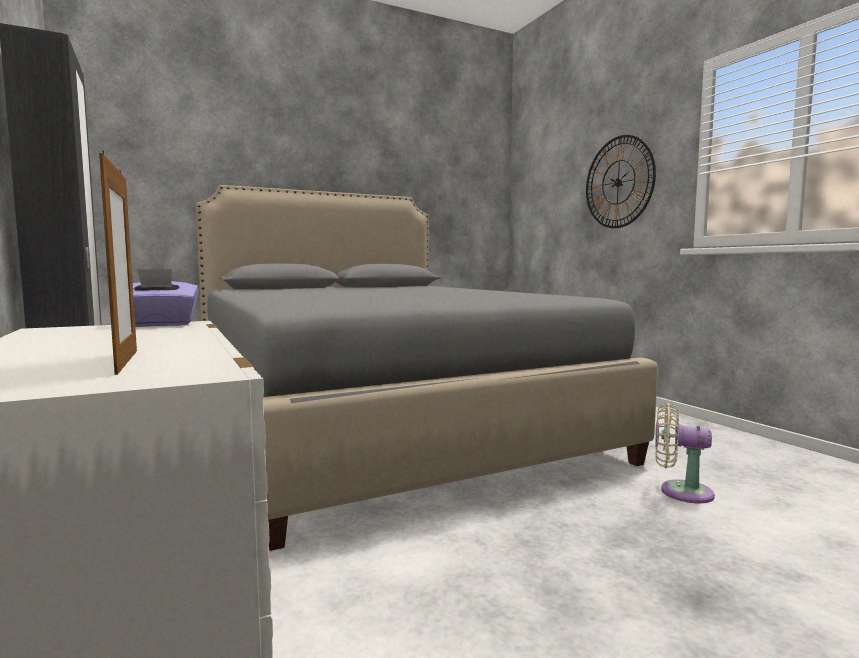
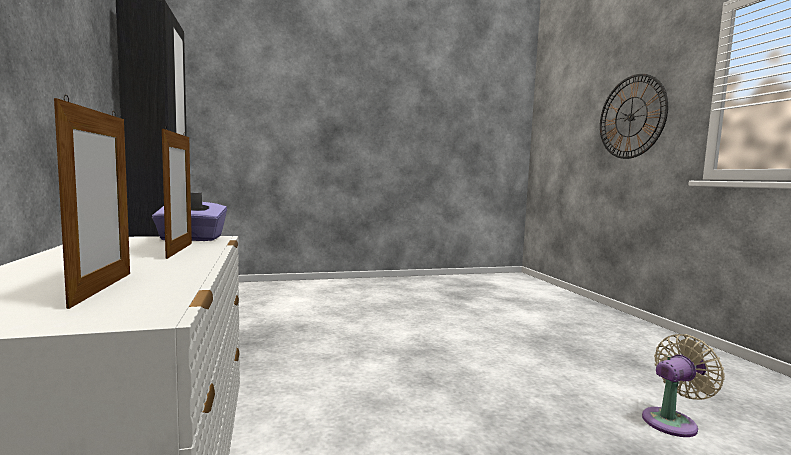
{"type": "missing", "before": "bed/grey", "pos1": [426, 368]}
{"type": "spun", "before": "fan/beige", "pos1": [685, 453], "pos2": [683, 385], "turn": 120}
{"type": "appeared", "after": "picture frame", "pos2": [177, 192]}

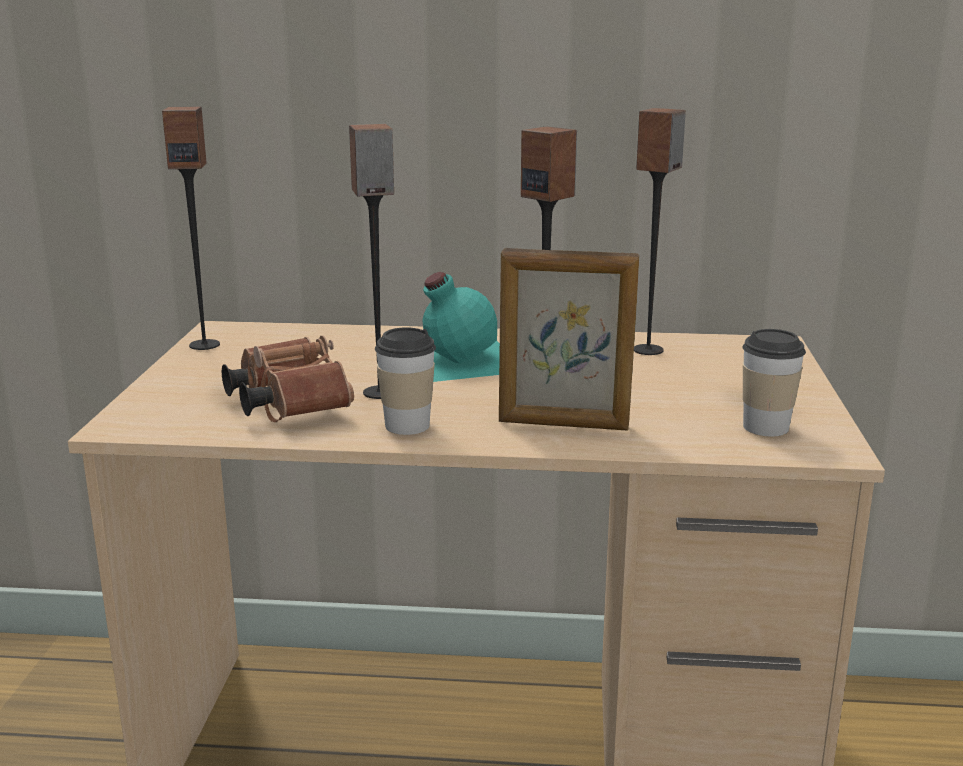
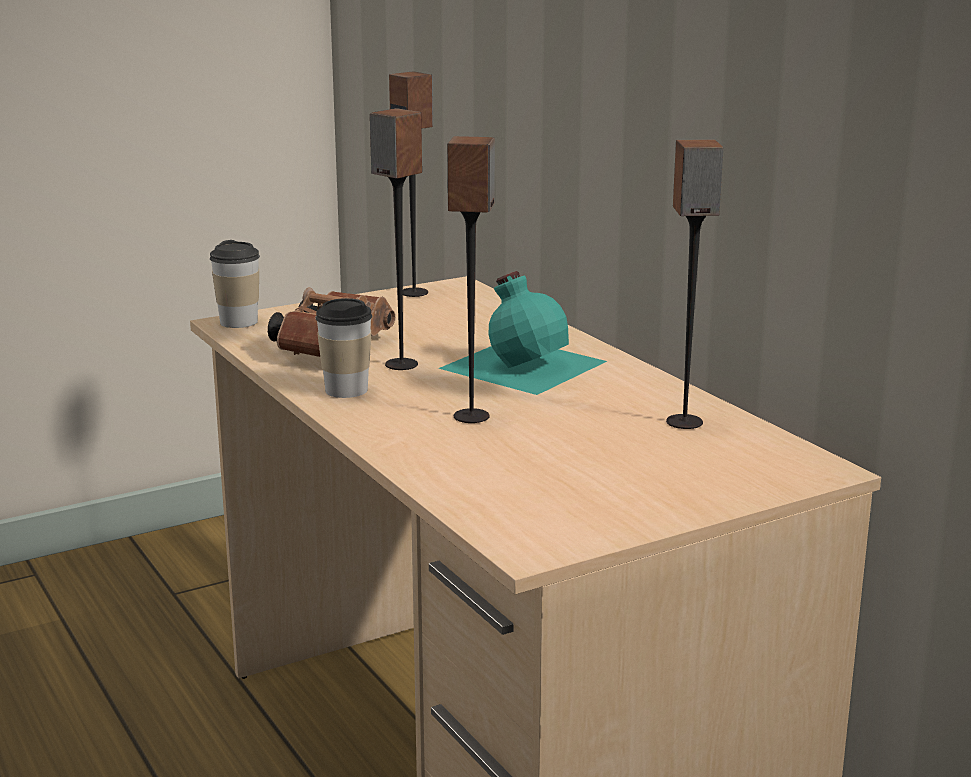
{"type": "missing", "before": "picture frame", "pos1": [569, 339]}
{"type": "relocated", "before": "cup", "pos1": [774, 382], "pos2": [235, 284]}

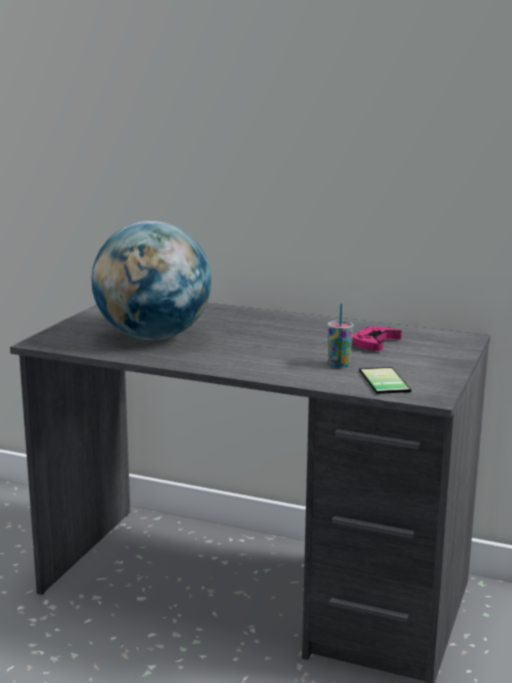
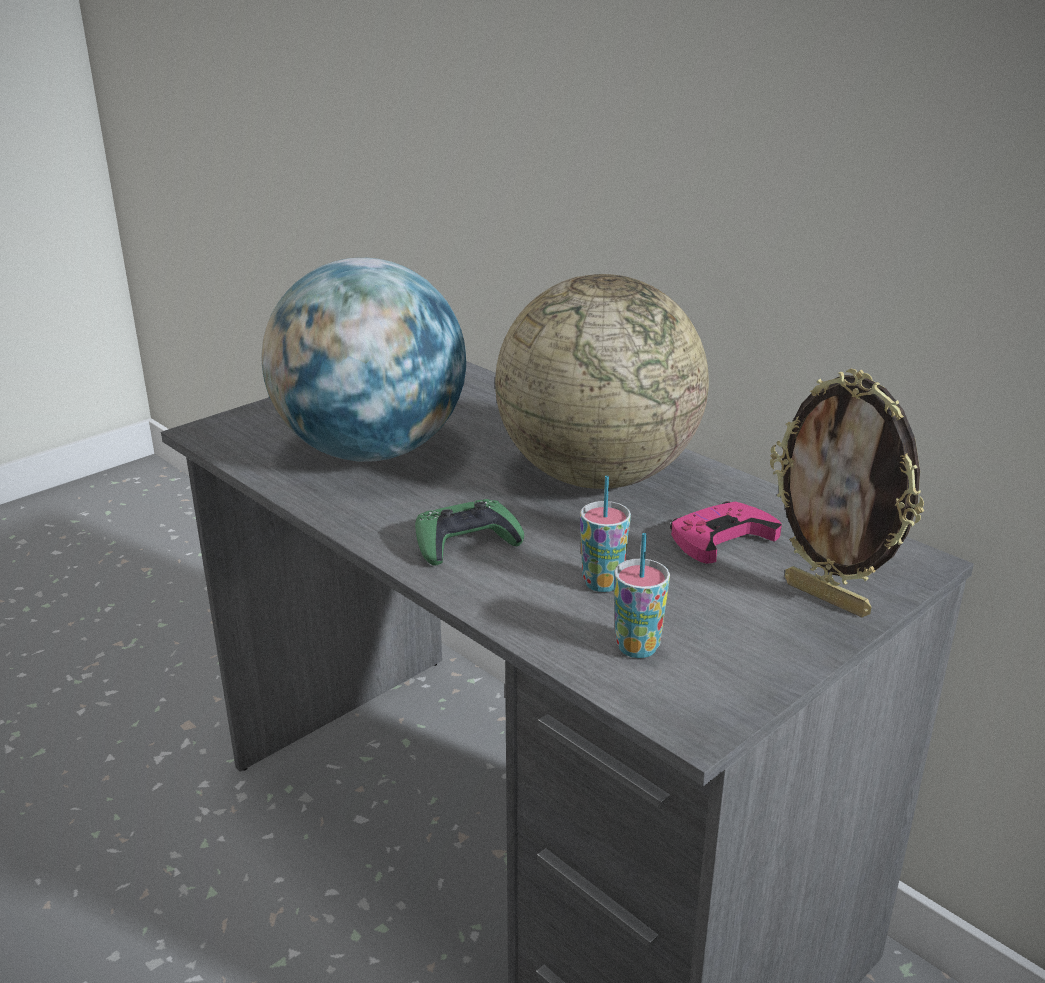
{"type": "exchanged", "before": "phone", "after": "cup", "pos1": [385, 380], "pos2": [642, 595]}
{"type": "appeared", "after": "game controller/green", "pos2": [469, 532]}
{"type": "appeared", "after": "globe", "pos2": [602, 381]}
{"type": "appeared", "after": "picture frame", "pos2": [847, 493]}

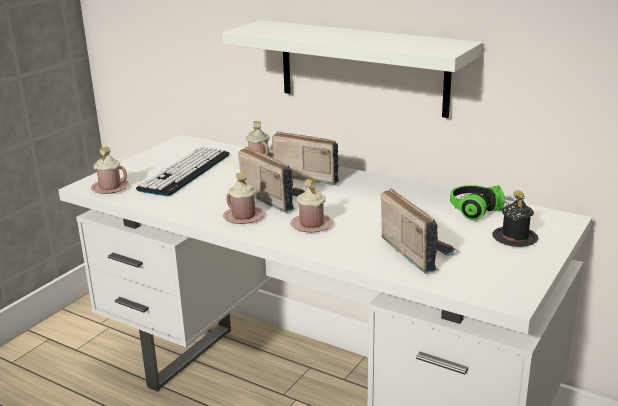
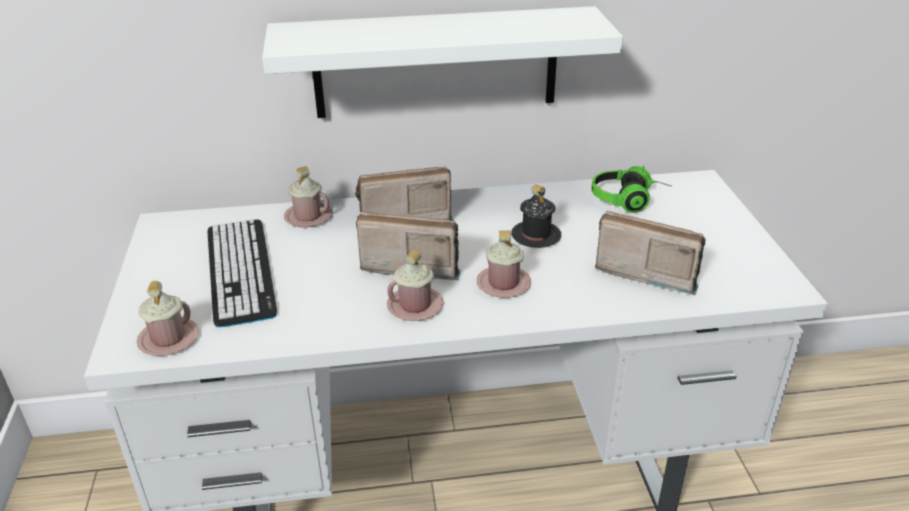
{"type": "relocated", "before": "mug/black", "pos1": [515, 218], "pos2": [536, 216]}

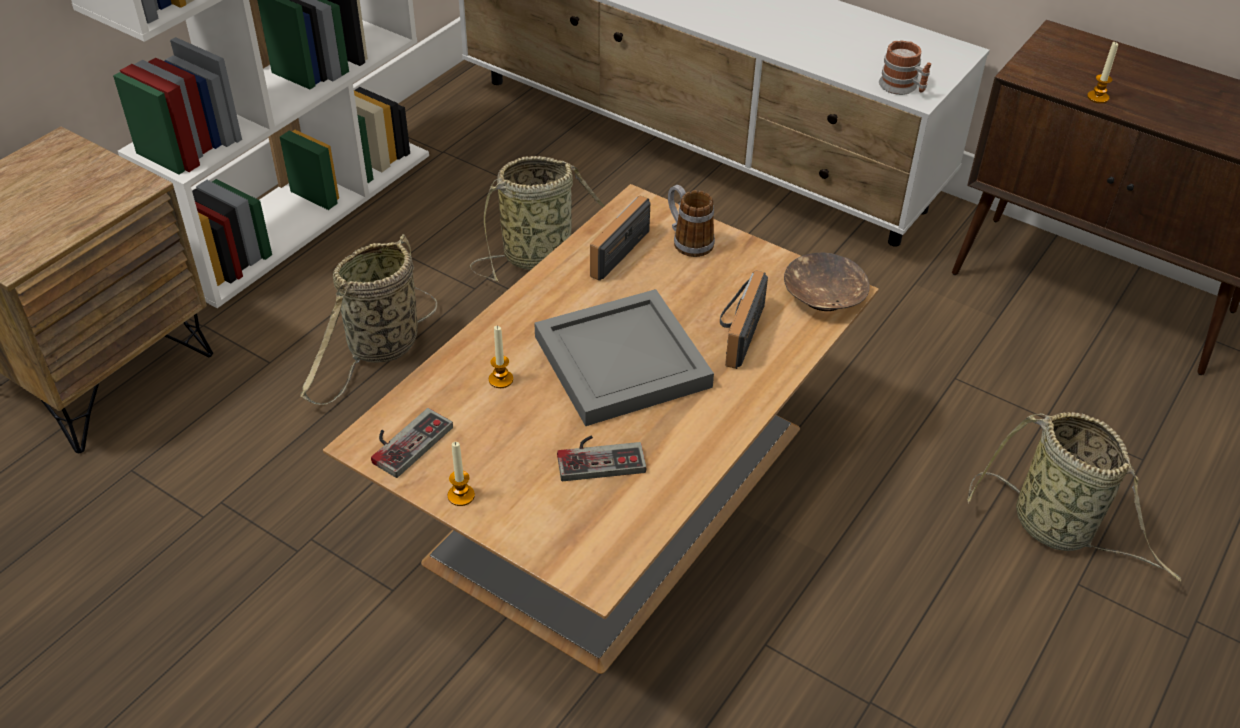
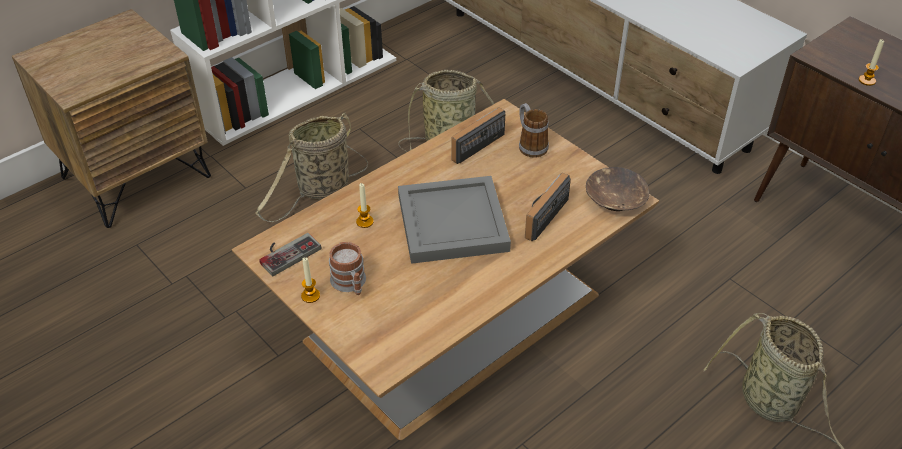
{"type": "missing", "before": "game controller", "pos1": [602, 458]}
{"type": "relocated", "before": "mug", "pos1": [905, 68], "pos2": [347, 268]}

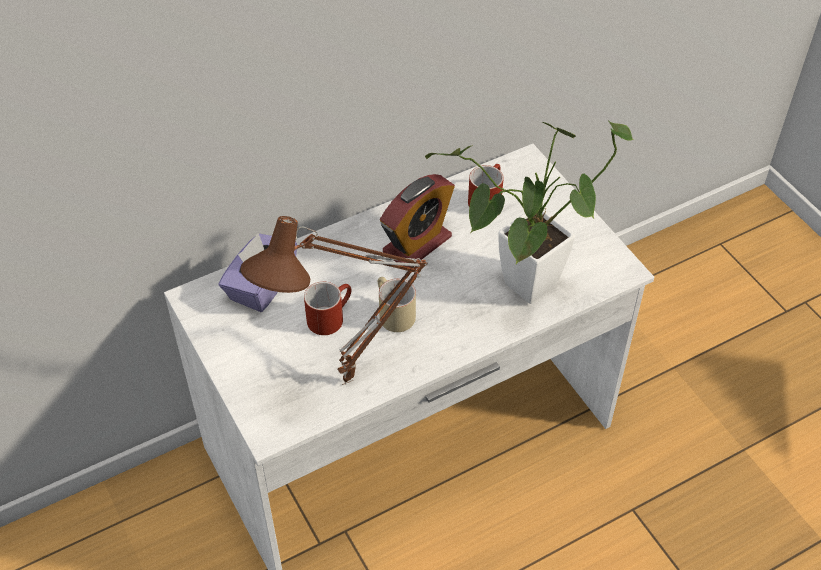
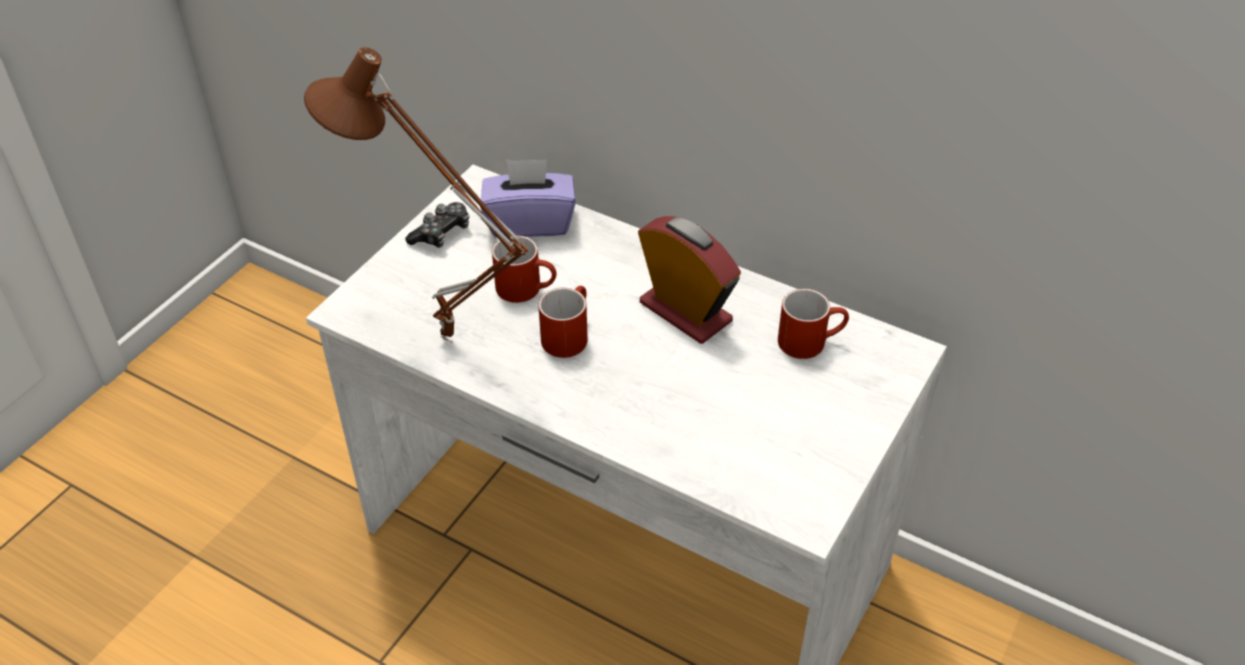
{"type": "colour", "before": "mug/beige", "after": "mug/red", "pos1": [397, 304], "pos2": [563, 322]}
{"type": "spun", "before": "alarm clock", "pos1": [417, 221], "pos2": [689, 280], "turn": -150}
{"type": "missing", "before": "potted plant", "pos1": [529, 212]}
{"type": "appeared", "after": "game controller", "pos2": [437, 225]}

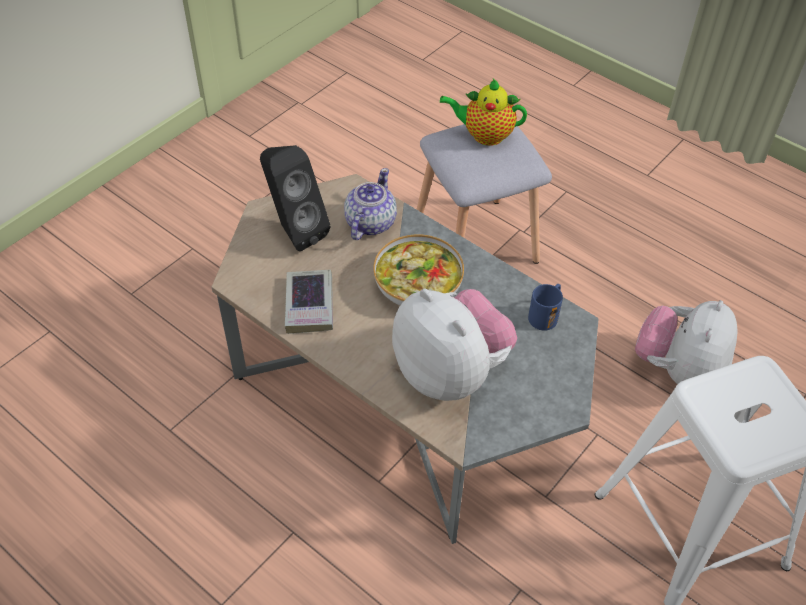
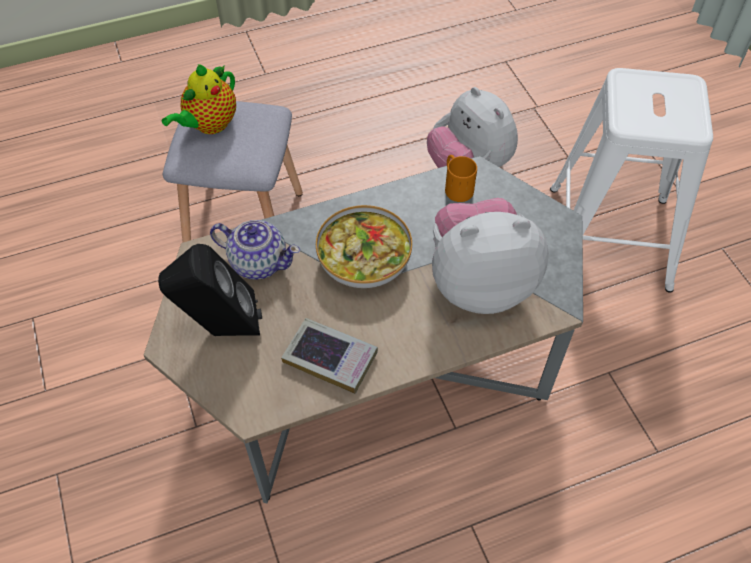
{"type": "spun", "before": "teapot", "pos1": [370, 204], "pos2": [255, 250], "turn": 150}
{"type": "colour", "before": "mug/blue", "after": "mug/orange", "pos1": [545, 307], "pos2": [461, 178]}

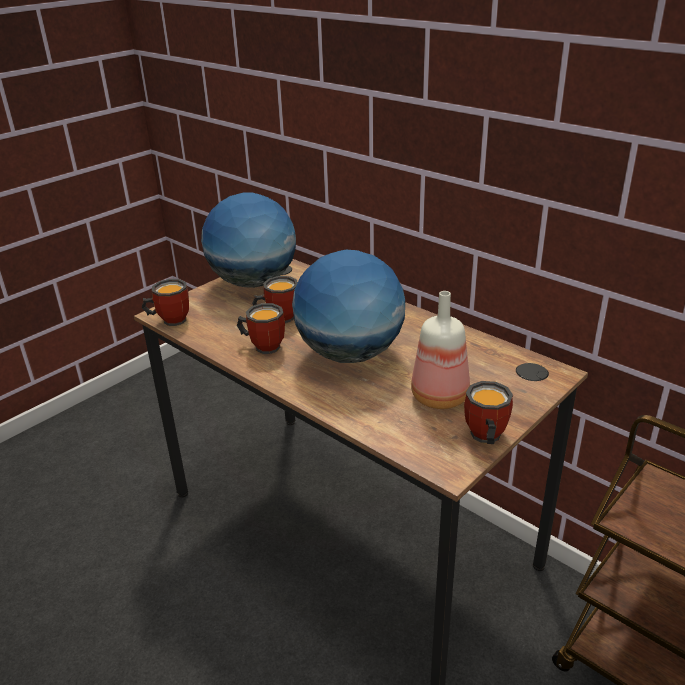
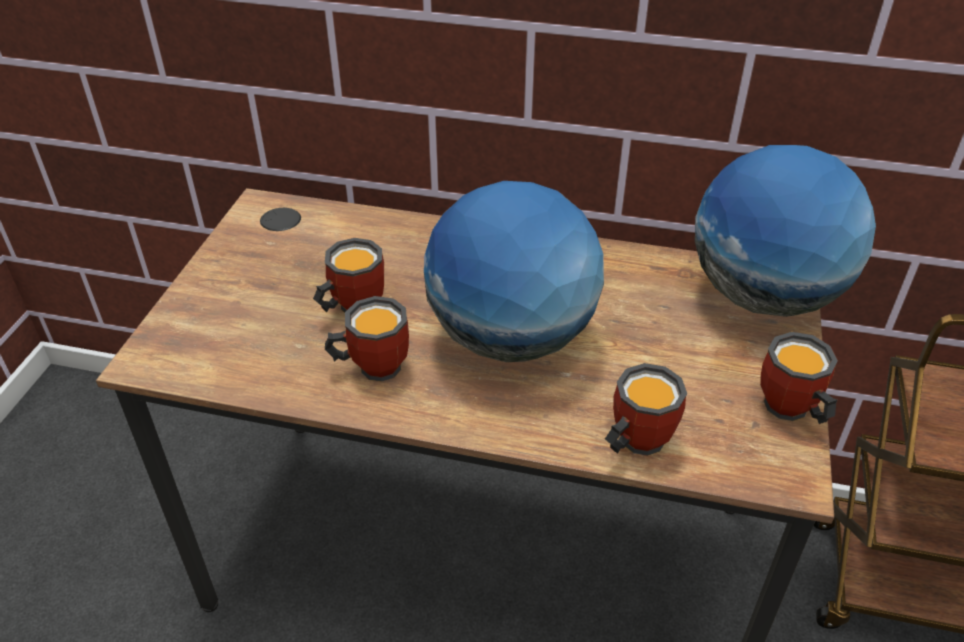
{"type": "relocated", "before": "mug", "pos1": [165, 302], "pos2": [646, 409]}
{"type": "relocated", "before": "globe", "pos1": [248, 240], "pos2": [785, 231]}
{"type": "missing", "before": "bottle", "pos1": [440, 350]}

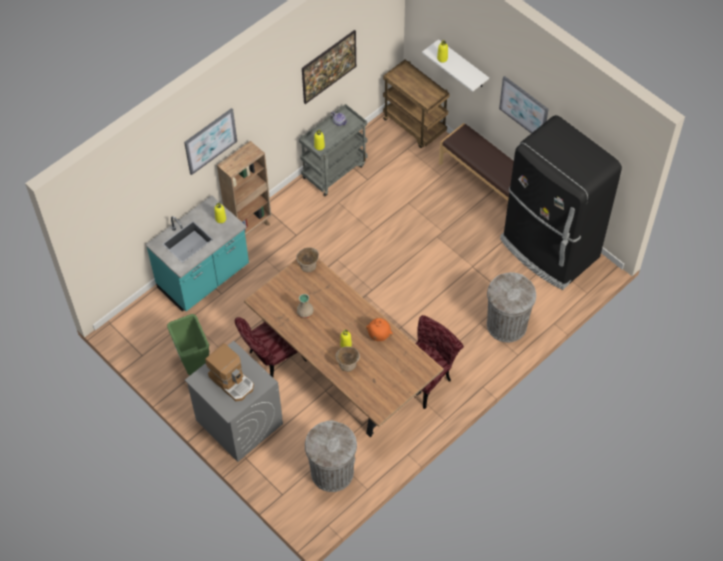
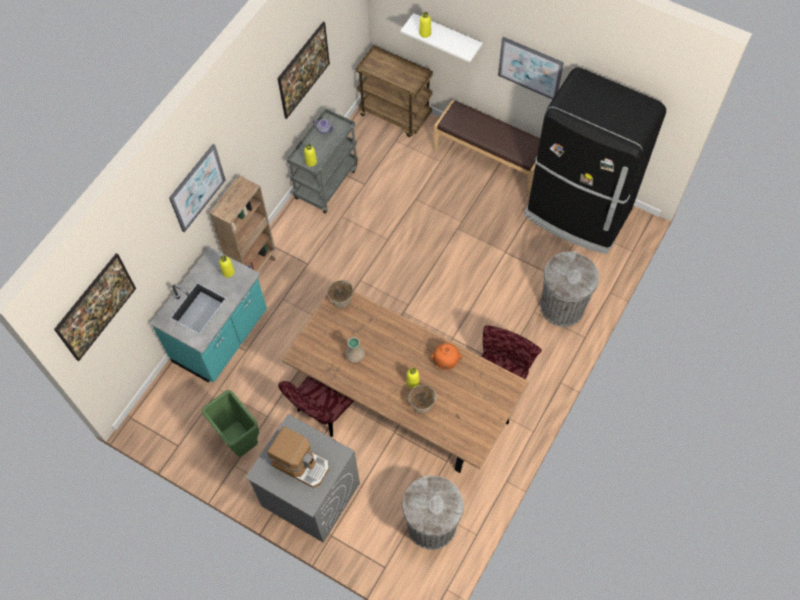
{"type": "appeared", "after": "picture", "pos2": [95, 307]}

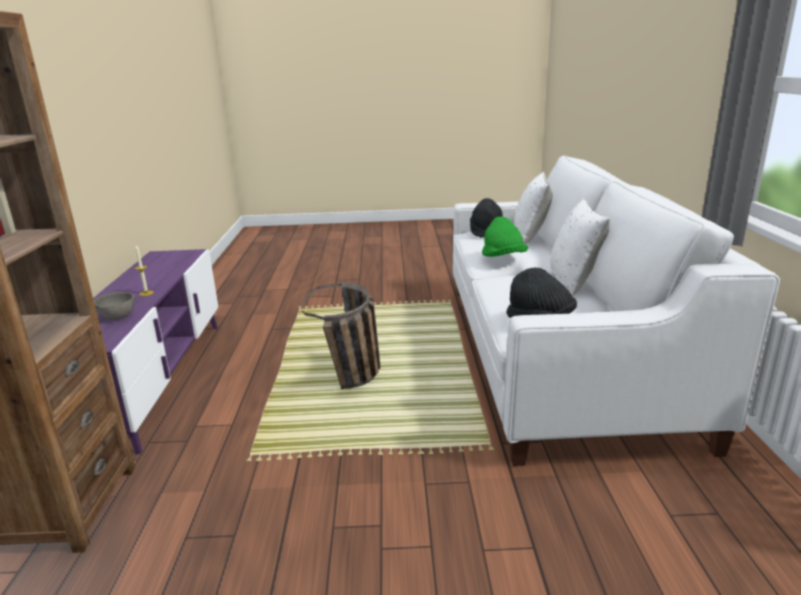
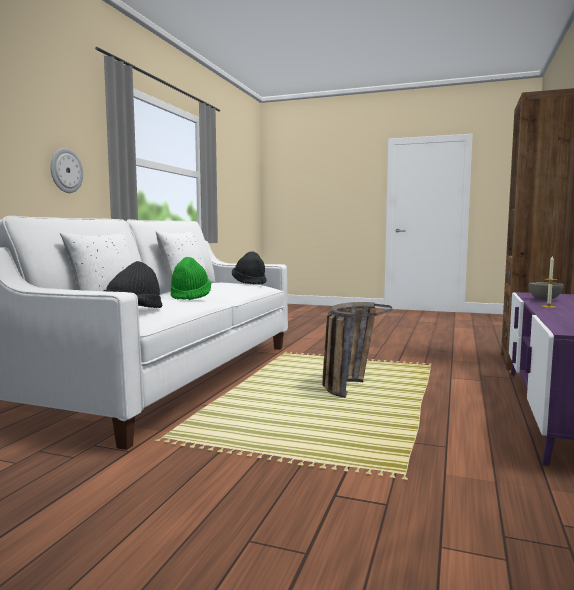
{"type": "appeared", "after": "wall clock", "pos2": [66, 170]}

